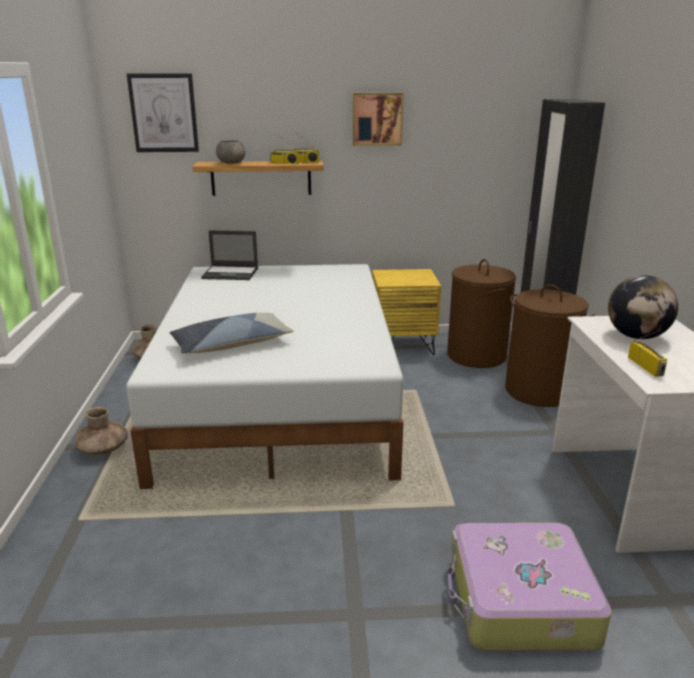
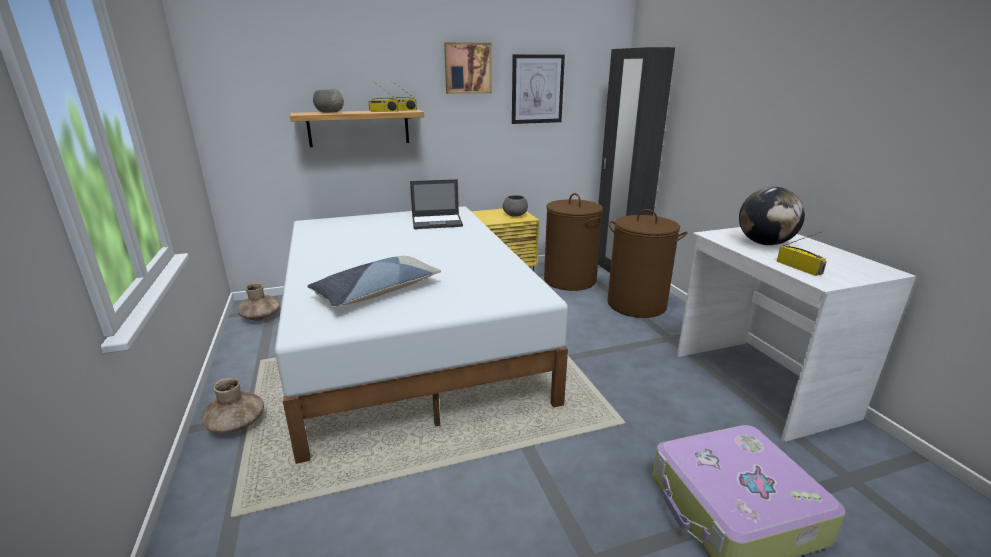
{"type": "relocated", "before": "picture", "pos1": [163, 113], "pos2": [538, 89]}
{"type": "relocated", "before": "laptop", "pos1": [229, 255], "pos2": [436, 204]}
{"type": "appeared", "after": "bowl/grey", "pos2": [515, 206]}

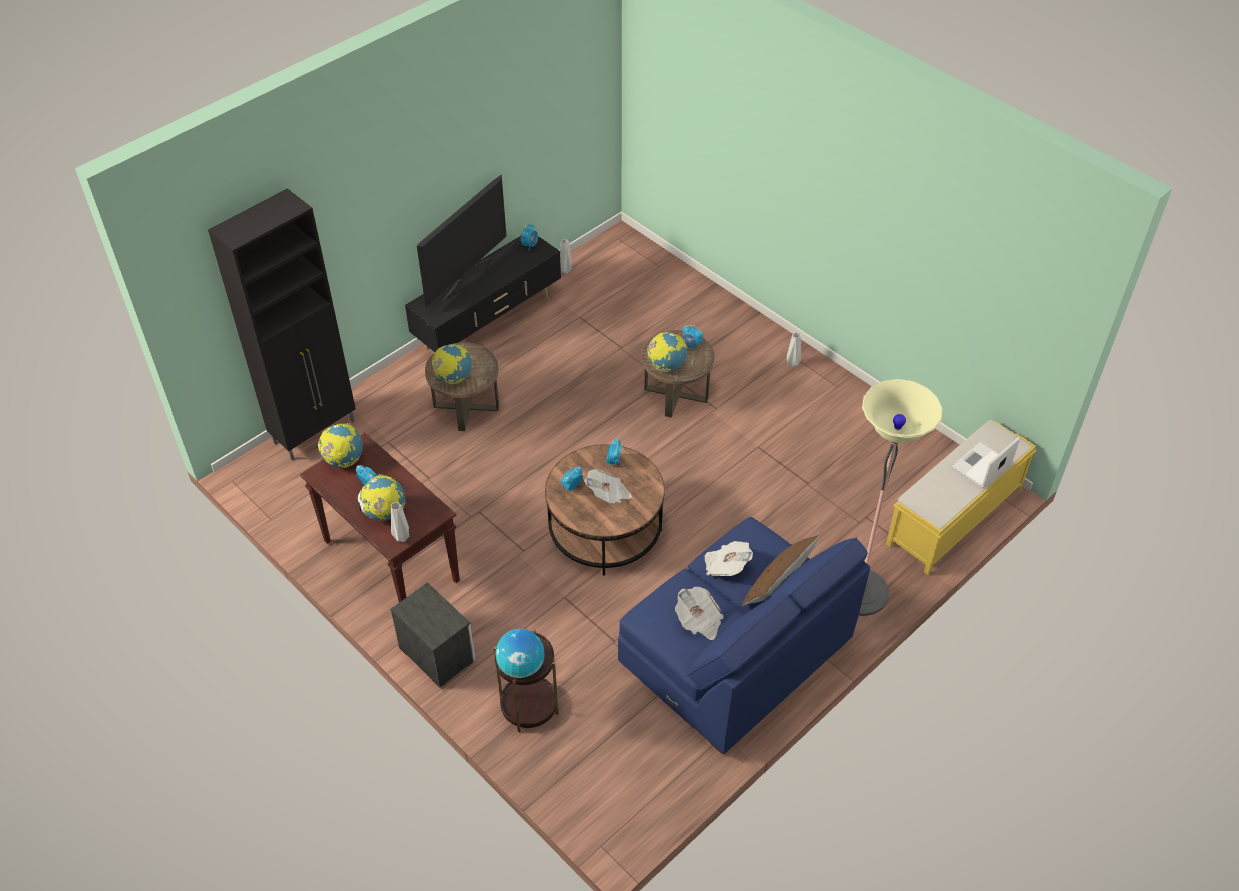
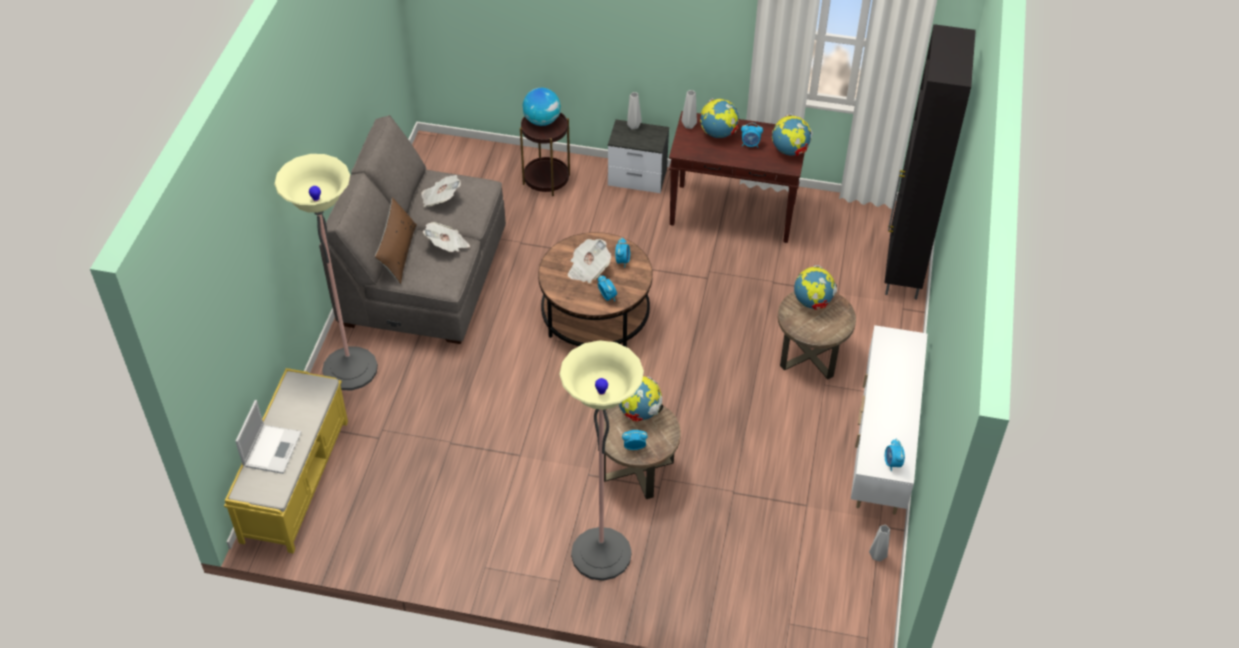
{"type": "colour", "before": "tv stand/black", "after": "tv stand/white", "pos1": [483, 294], "pos2": [889, 420]}
{"type": "missing", "before": "television", "pos1": [462, 240]}
{"type": "colour", "before": "sofa/blue", "after": "sofa/grey", "pos1": [744, 635], "pos2": [412, 229]}
{"type": "relocated", "before": "vase/grey", "pos1": [794, 350], "pos2": [634, 111]}
{"type": "appeared", "after": "floor lamp", "pos2": [601, 460]}

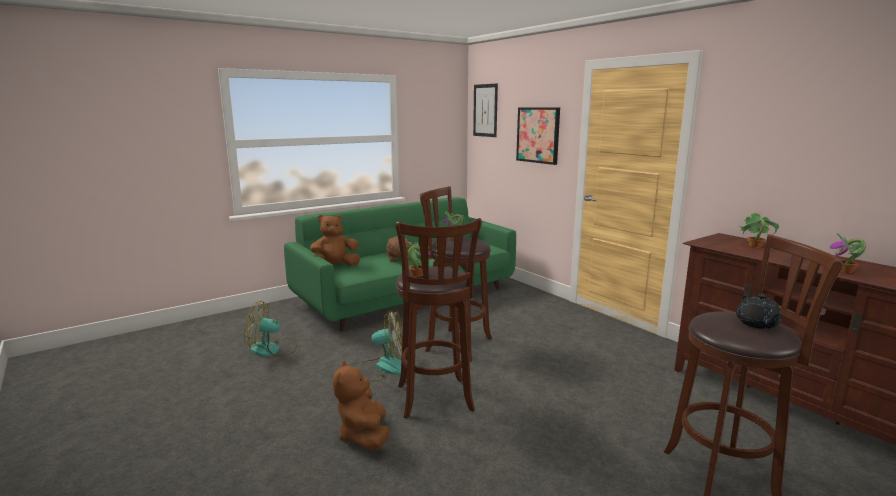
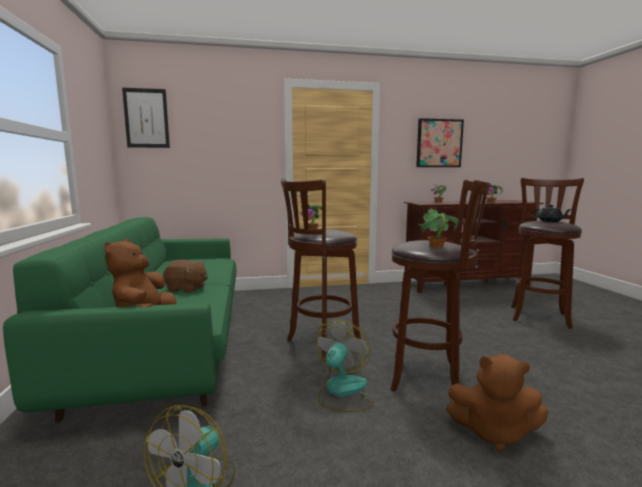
{"type": "relocated", "before": "picture", "pos1": [538, 136], "pos2": [440, 142]}

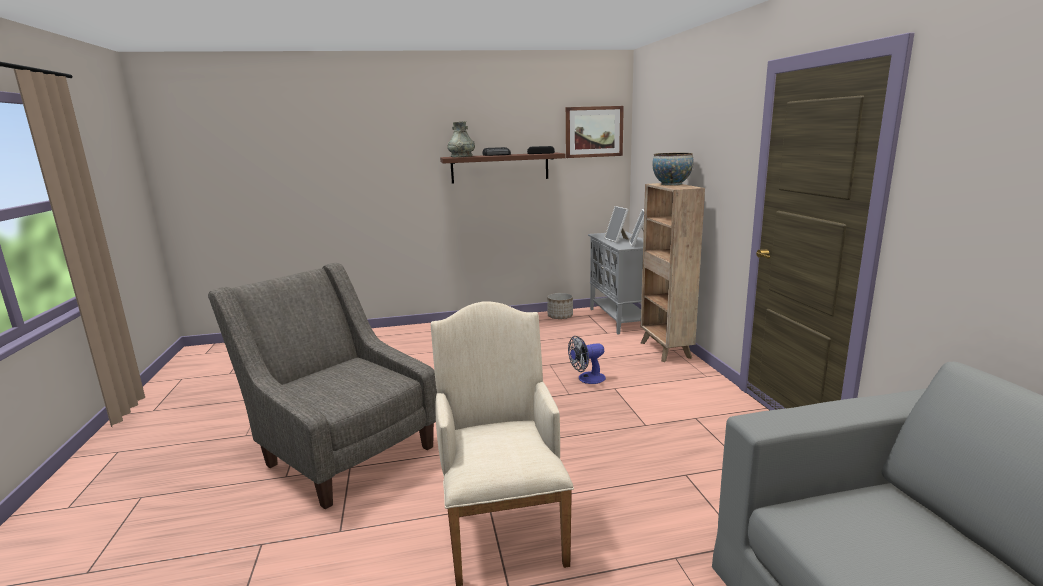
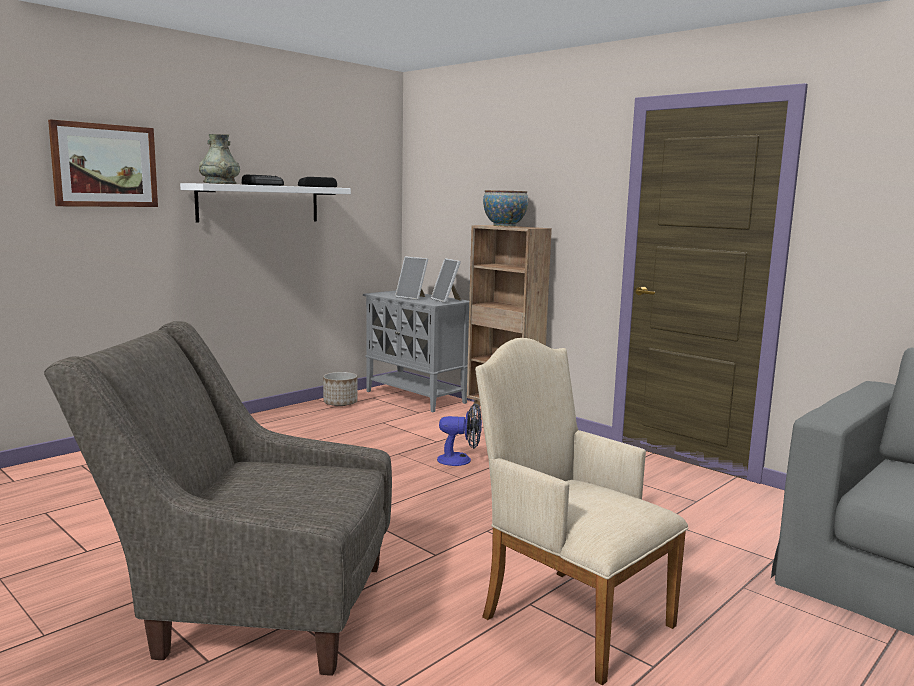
{"type": "colour", "before": "shelf/brown", "after": "shelf/white", "pos1": [502, 168], "pos2": [265, 202]}
{"type": "relocated", "before": "picture", "pos1": [595, 132], "pos2": [103, 163]}
{"type": "spun", "before": "fan", "pos1": [587, 360], "pos2": [459, 434], "turn": -120}

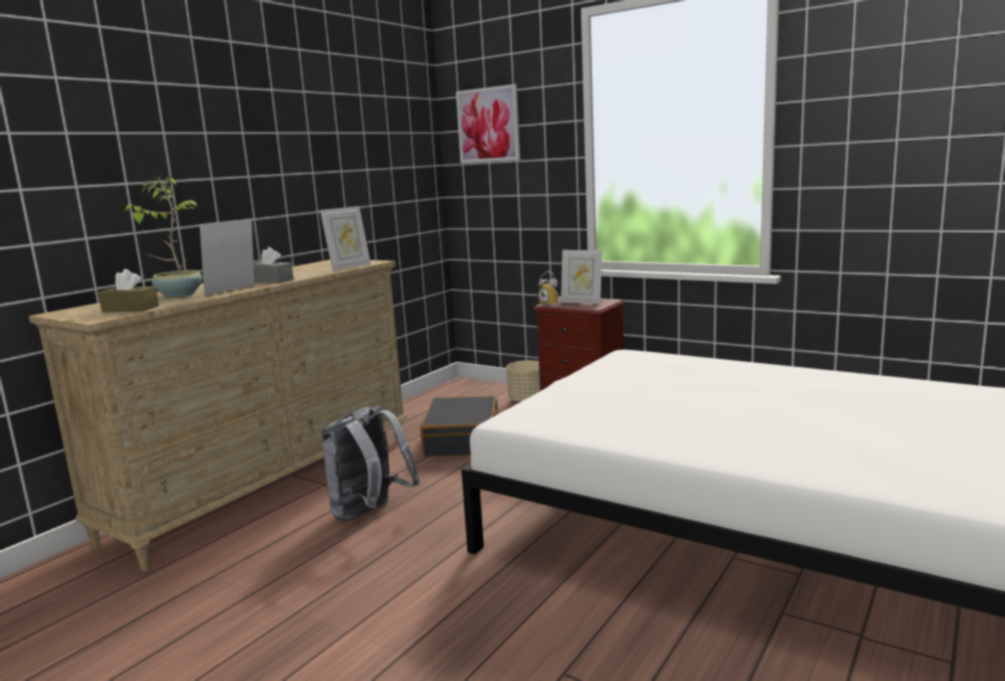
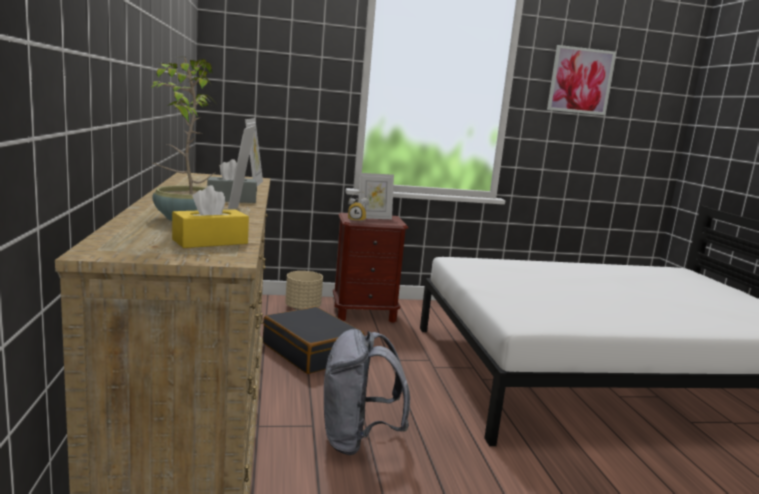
{"type": "colour", "before": "tissue box/brown", "after": "tissue box/yellow", "pos1": [128, 290], "pos2": [210, 216]}
{"type": "relocated", "before": "picture", "pos1": [488, 123], "pos2": [581, 80]}

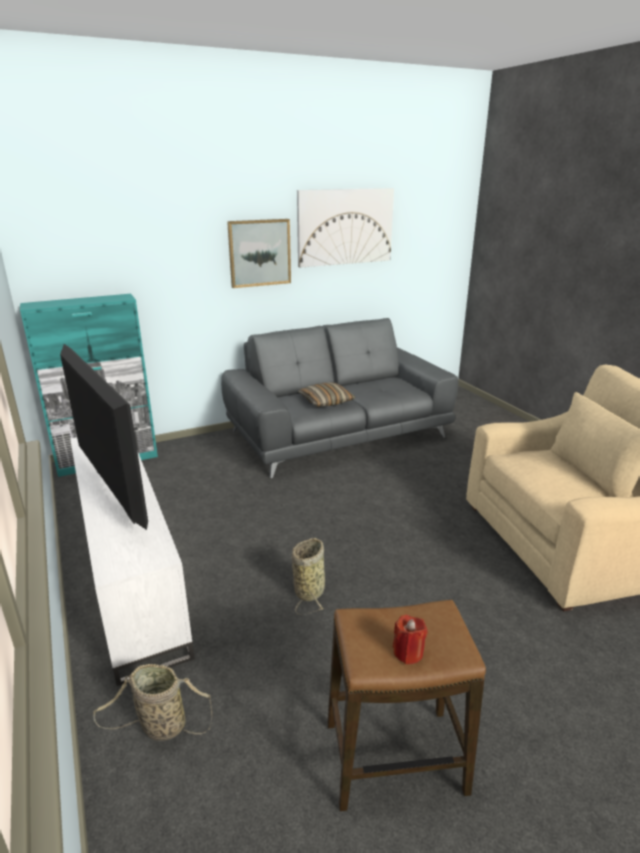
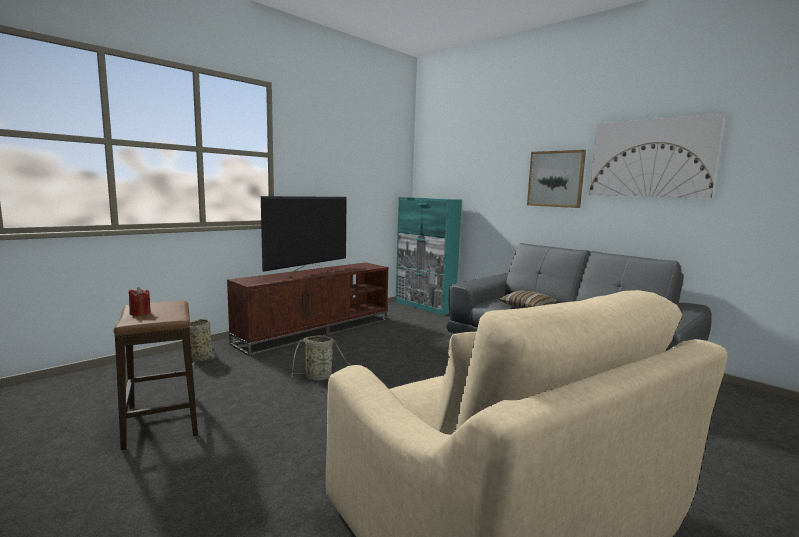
{"type": "colour", "before": "tv stand/white", "after": "tv stand/brown", "pos1": [132, 561], "pos2": [307, 309]}

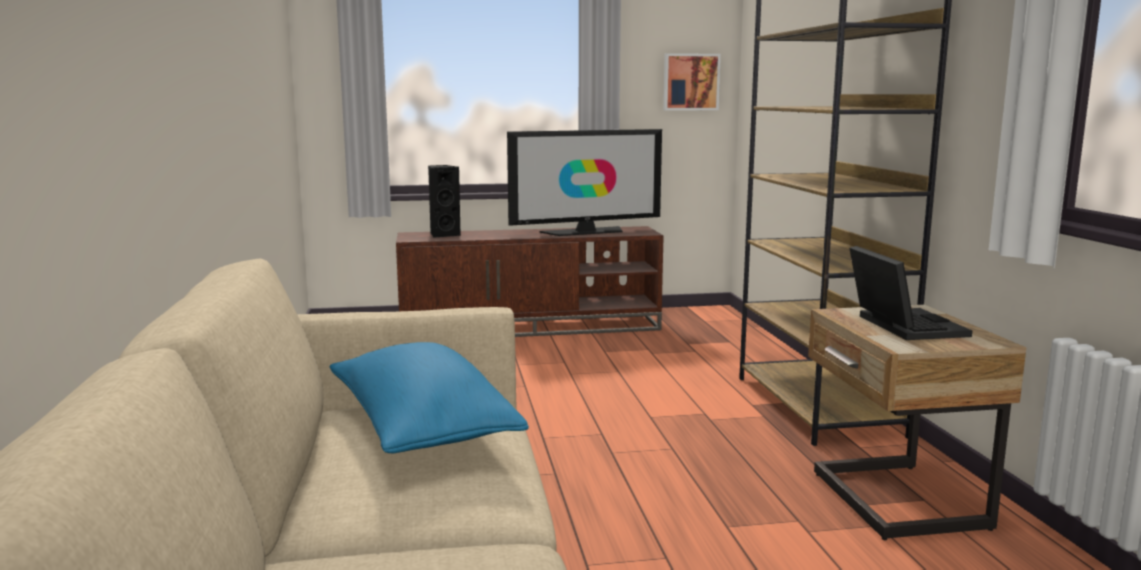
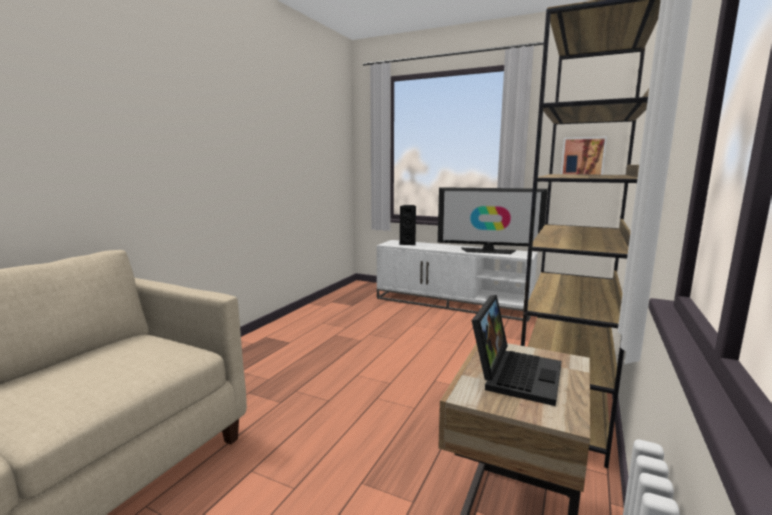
{"type": "missing", "before": "pillow/blue", "pos1": [429, 397]}
{"type": "colour", "before": "tv stand/brown", "after": "tv stand/white", "pos1": [530, 281], "pos2": [457, 281]}

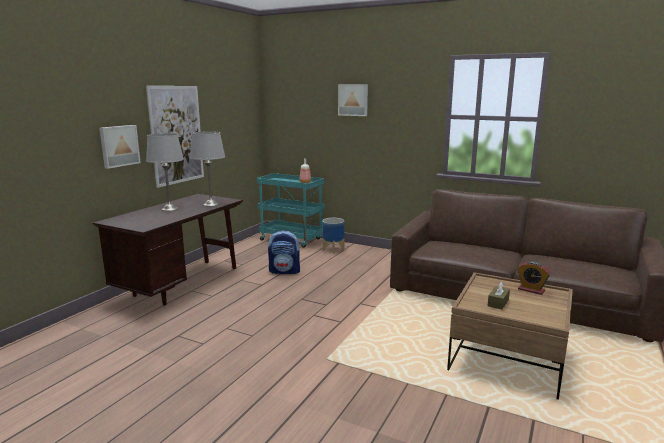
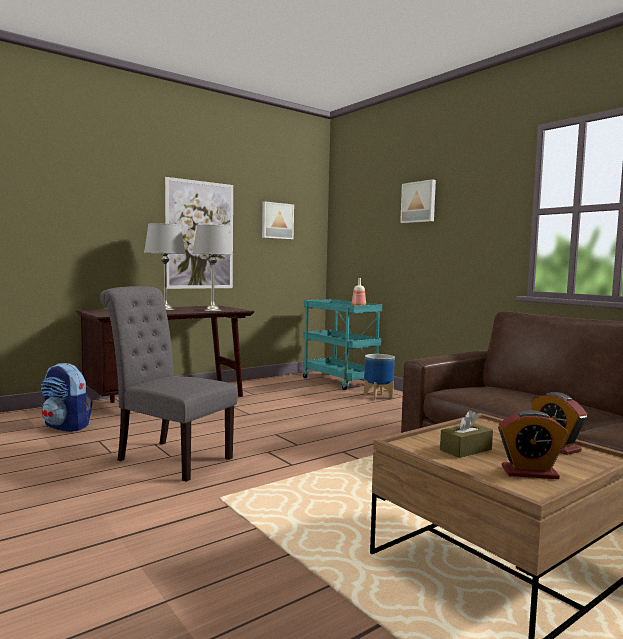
{"type": "relocated", "before": "picture", "pos1": [120, 147], "pos2": [278, 220]}
{"type": "relocated", "before": "backpack", "pos1": [284, 252], "pos2": [66, 397]}
{"type": "appeared", "after": "chair/grey", "pos2": [169, 384]}
{"type": "appeared", "after": "alarm clock", "pos2": [533, 444]}

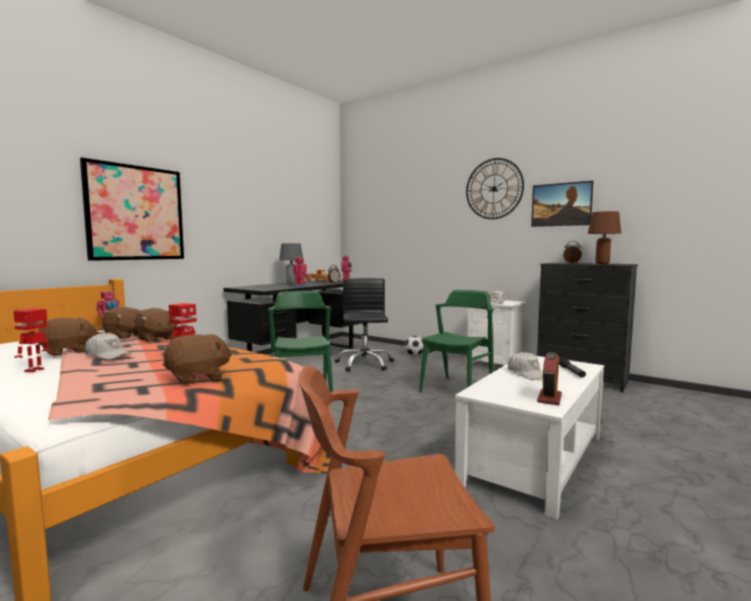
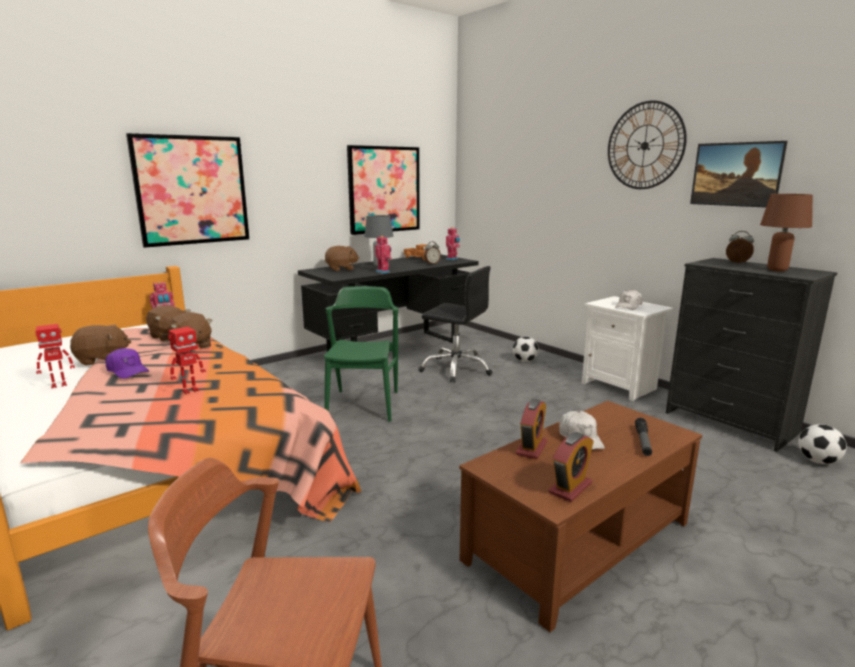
{"type": "spun", "before": "toy robot", "pos1": [31, 340], "pos2": [55, 356], "turn": -150}
{"type": "colour", "before": "cap/white", "after": "cap/purple", "pos1": [108, 346], "pos2": [127, 363]}
{"type": "relocated", "before": "plush toy/brown", "pos1": [197, 359], "pos2": [342, 258]}
{"type": "spun", "before": "office chair/black", "pos1": [364, 325], "pos2": [455, 324], "turn": 105}
{"type": "missing", "before": "chair/green", "pos1": [456, 341]}
{"type": "colour", "before": "coffee table/white", "after": "coffee table/brown", "pos1": [529, 438], "pos2": [580, 516]}
{"type": "appeared", "after": "picture", "pos2": [383, 190]}
{"type": "appeared", "after": "alarm clock", "pos2": [531, 429]}
{"type": "appeared", "after": "football", "pos2": [822, 444]}

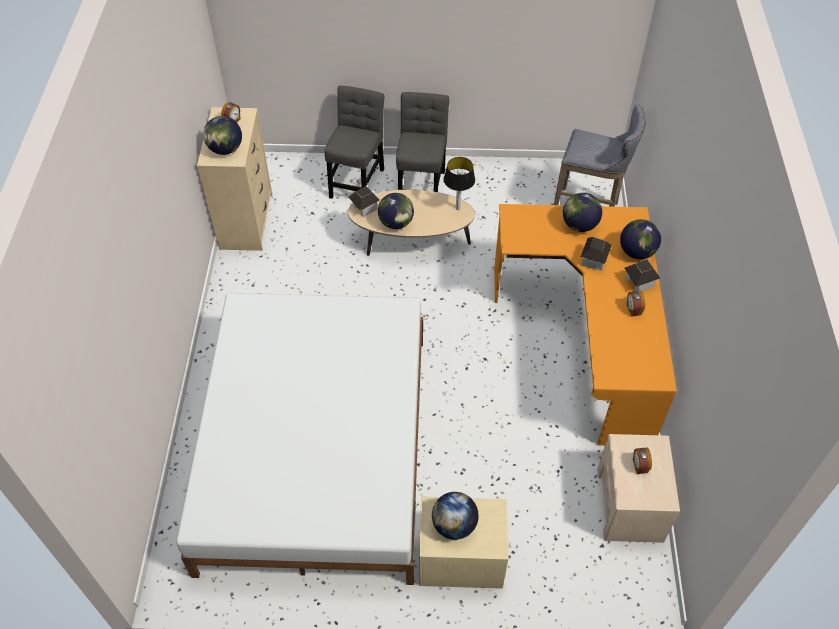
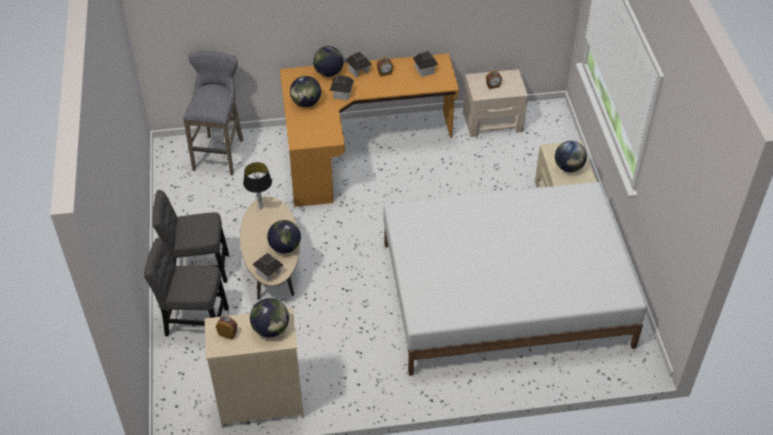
{"type": "appeared", "after": "toy house", "pos2": [425, 64]}

